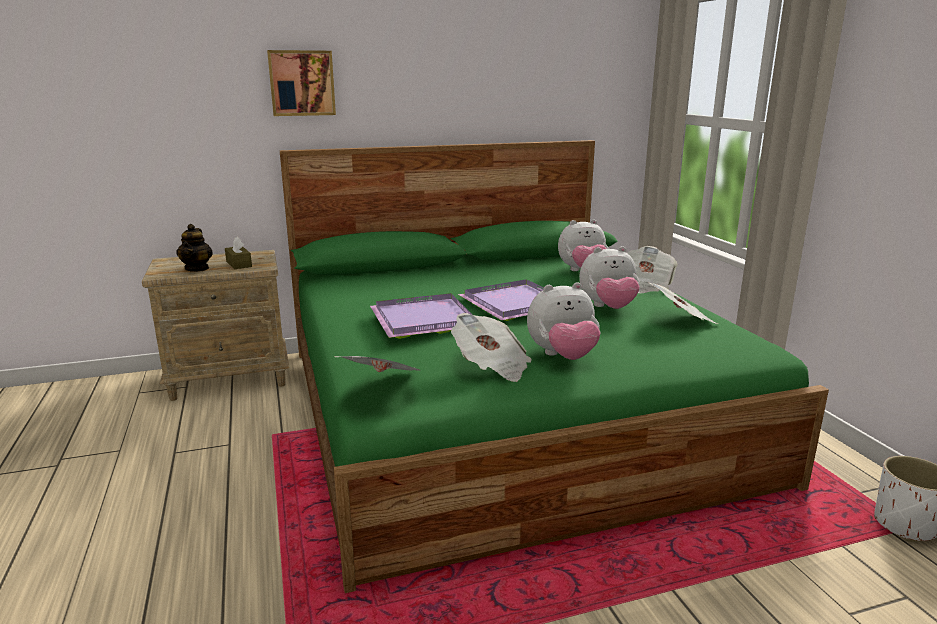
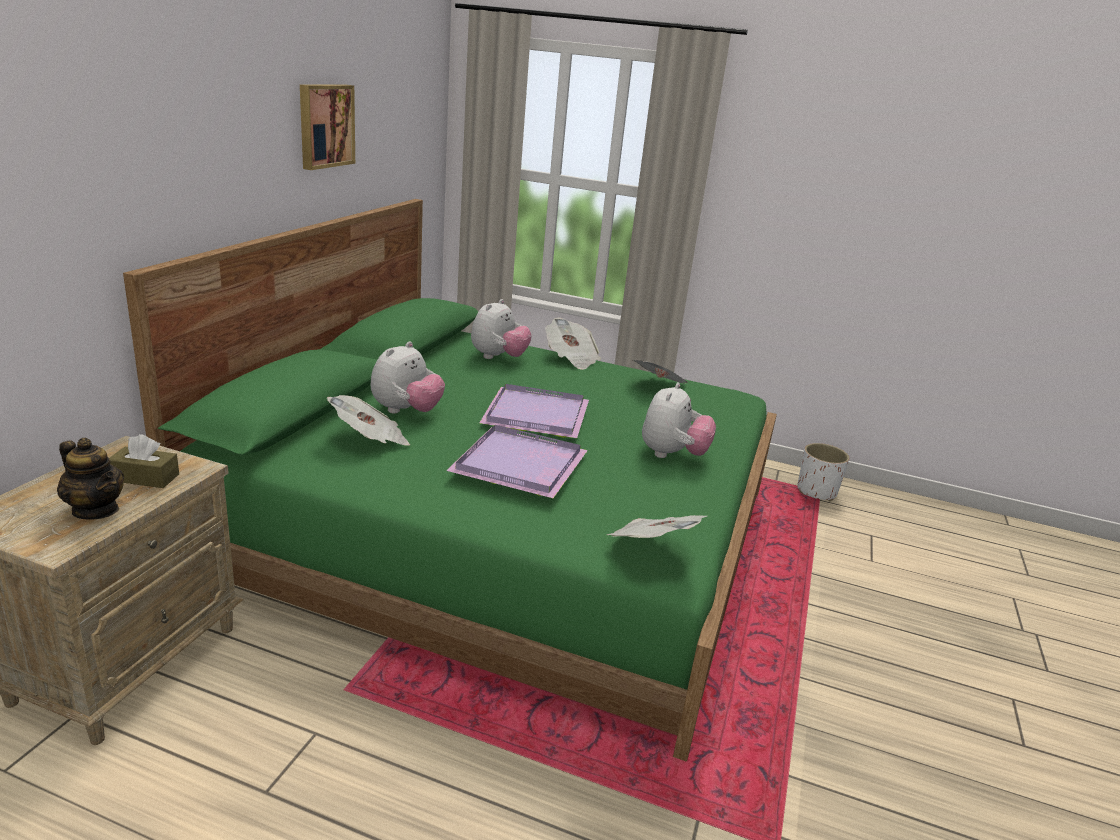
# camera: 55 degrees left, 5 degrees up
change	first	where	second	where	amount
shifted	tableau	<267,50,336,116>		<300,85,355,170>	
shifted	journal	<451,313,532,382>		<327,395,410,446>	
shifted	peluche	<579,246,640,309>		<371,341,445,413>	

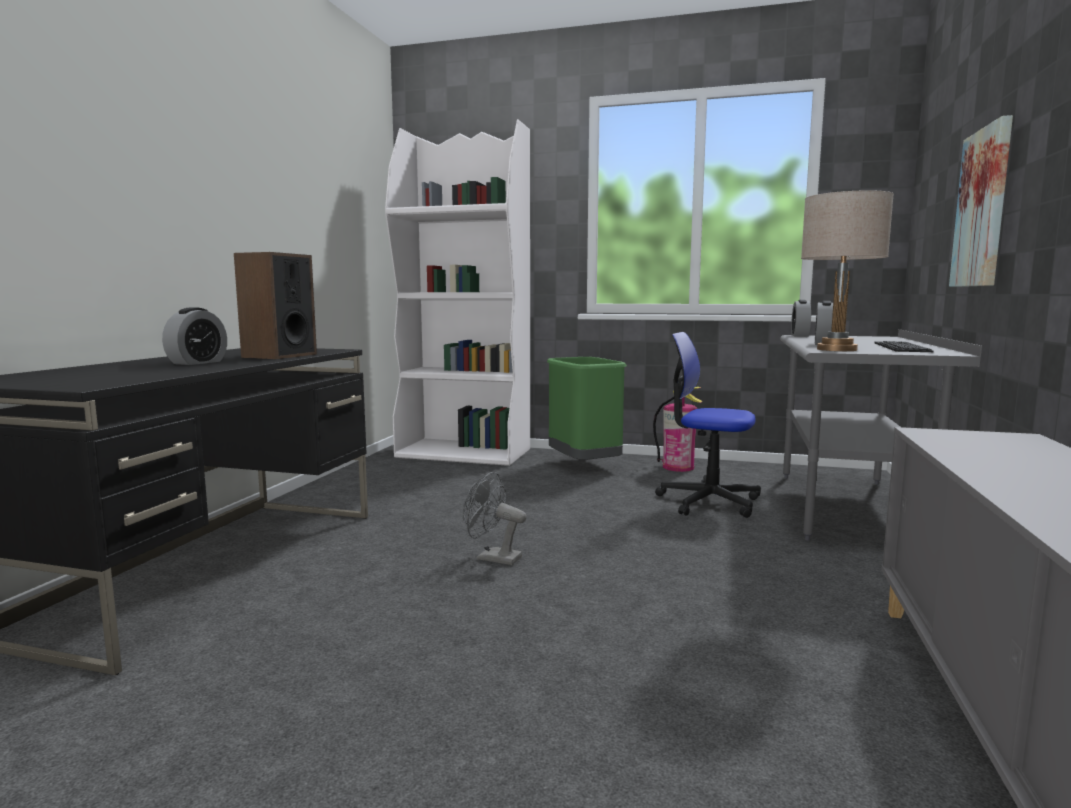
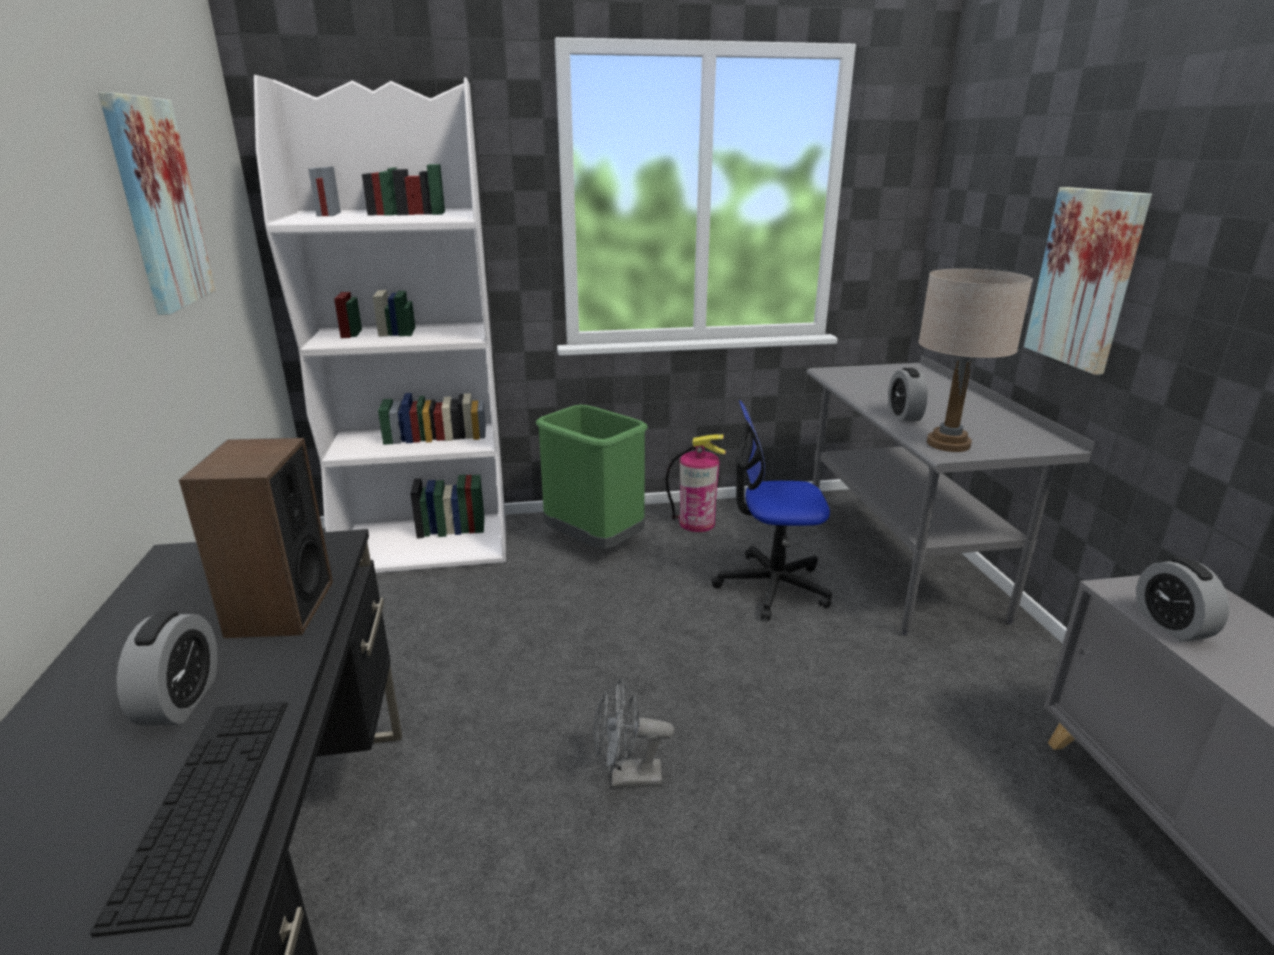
# camera: 25 degrees left, 15 degrees up
change	first	where	second	where	amount
shifted	clavier	<874,341,934,352>		<90,701,288,938>	
new			tableau	<98,92,216,315>	
shifted	réveil	<791,300,811,337>		<1136,557,1229,641>	

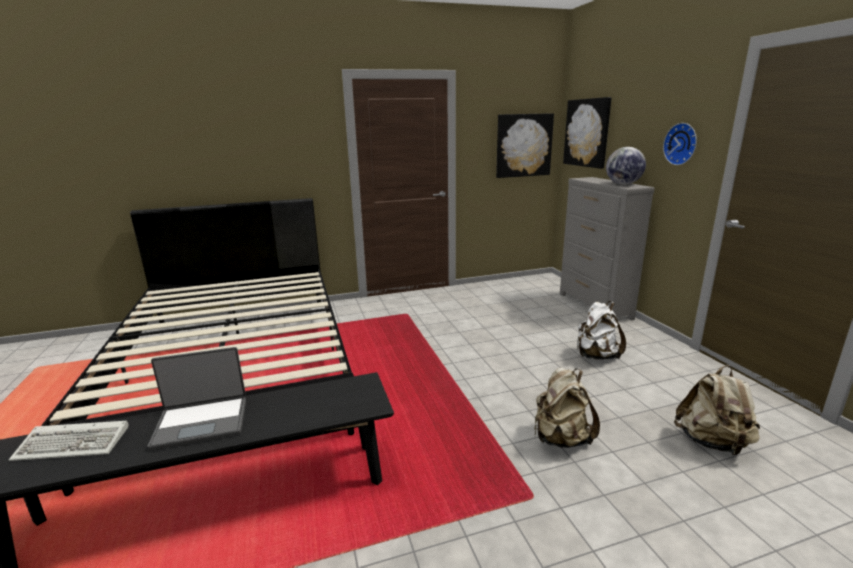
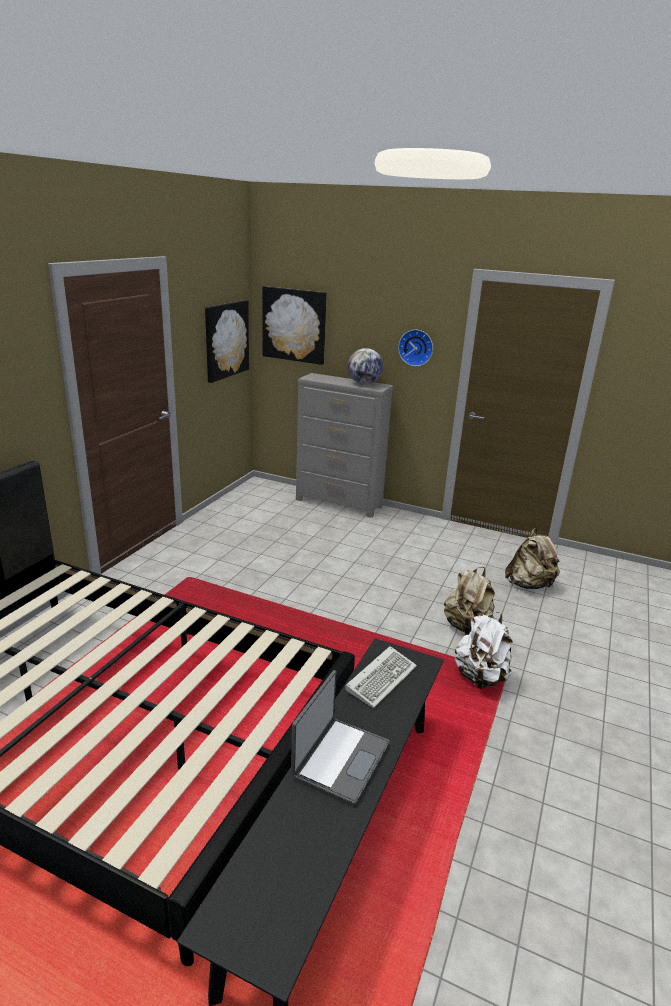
# camera: 50 degrees left, 5 degrees up
change	first	where	second	where	amount
shifted	clavier	<9,421,129,461>		<345,646,417,708>	
shifted	sac à dos (blanc)	<576,301,626,360>		<455,612,512,689>	

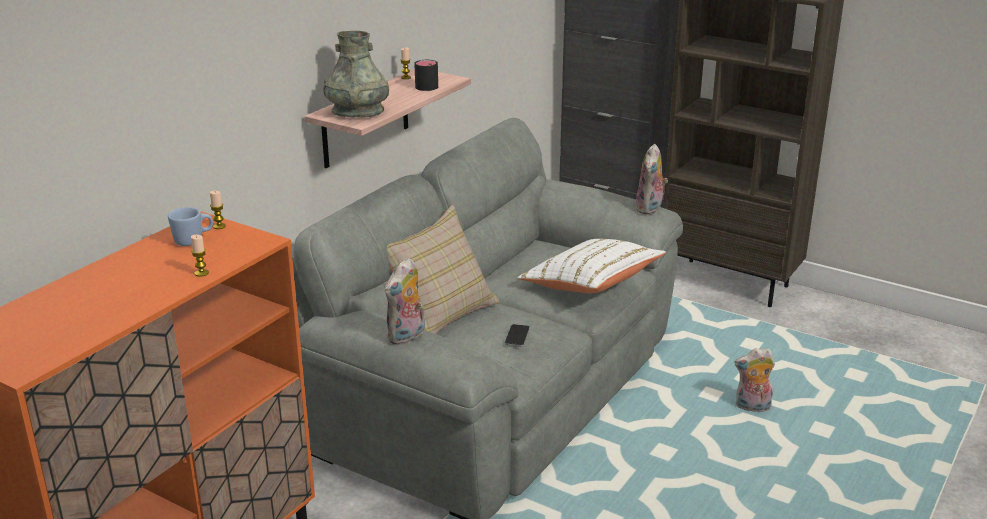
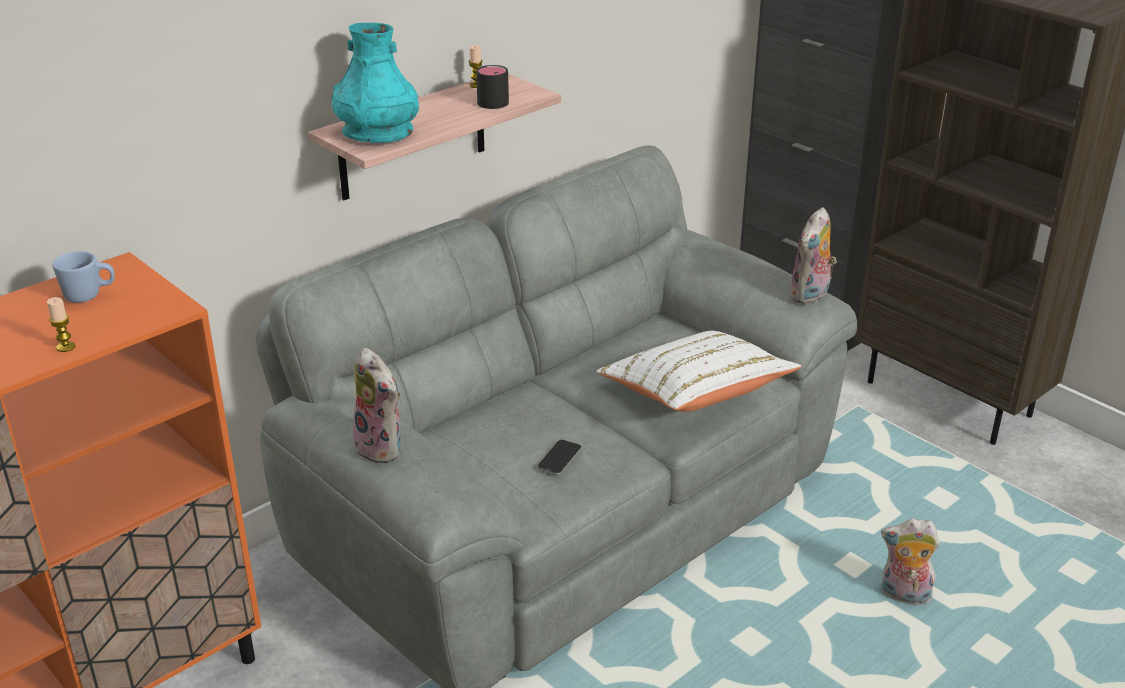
# camera: 15 degrees right, 5 degrees up
change	first	where	second	where	amount
repainted	vase (gris)	<323,31,389,118>	vase (turquoise)	<332,23,419,143>	
rotated	peluche	<384,258,425,345>		<349,348,402,464>	90 degrees counterclockwise
gone	bougie	<210,191,226,229>			
gone	coussin (beige)	<387,205,500,334>			

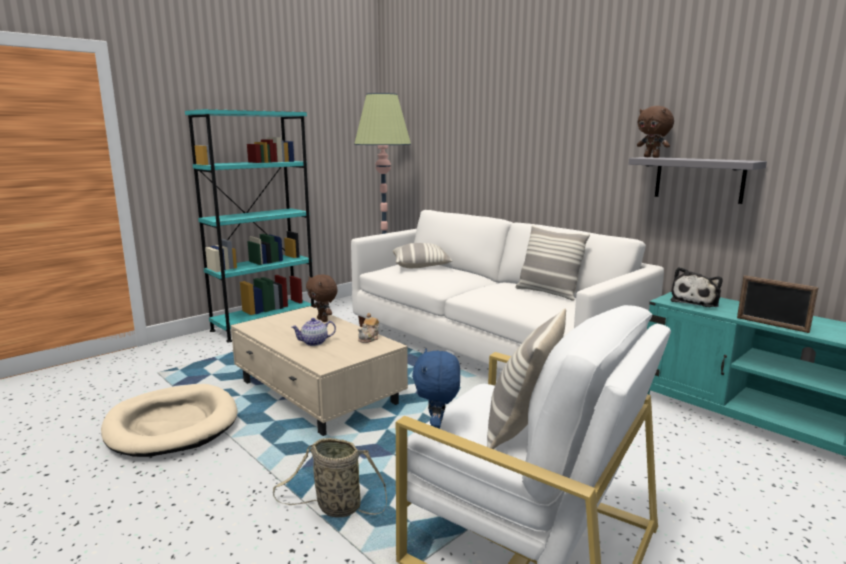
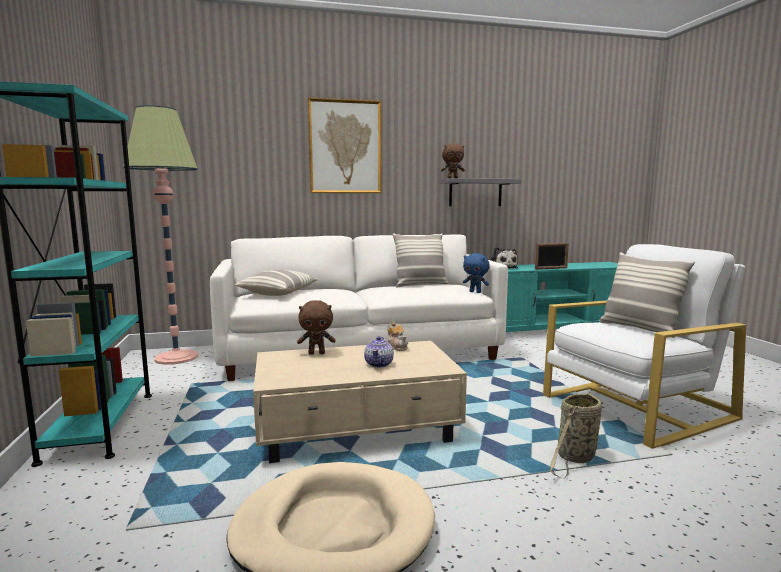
# camera: 60 degrees left, 5 degrees down
change	first	where	second	where	amount
new			tableau	<308,97,382,193>	
shifted	peluche (bleu)	<412,349,460,429>		<463,253,490,293>	

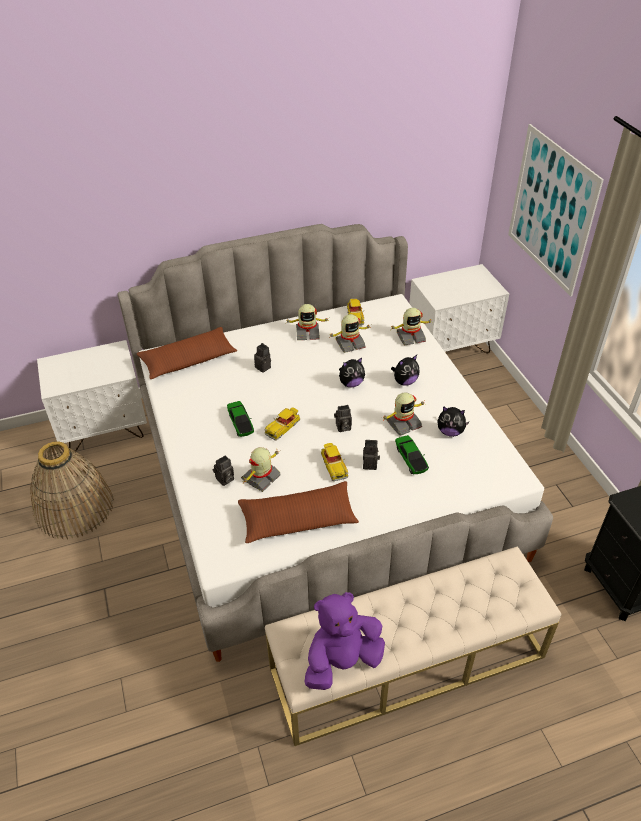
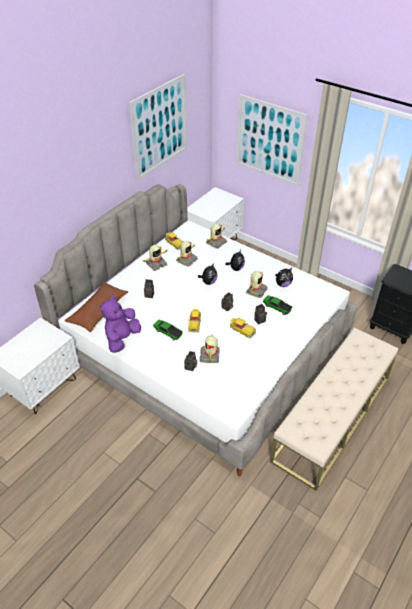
# camera: 35 degrees left, 0 degrees up
change	first	where	second	where	amount
shifted	peluche (violet)	<305,592,385,690>		<100,296,141,353>	
new			tableau	<129,74,187,181>	
gone	panier	<30,441,114,539>			
gone	coussin (marron)	<238,481,359,543>			

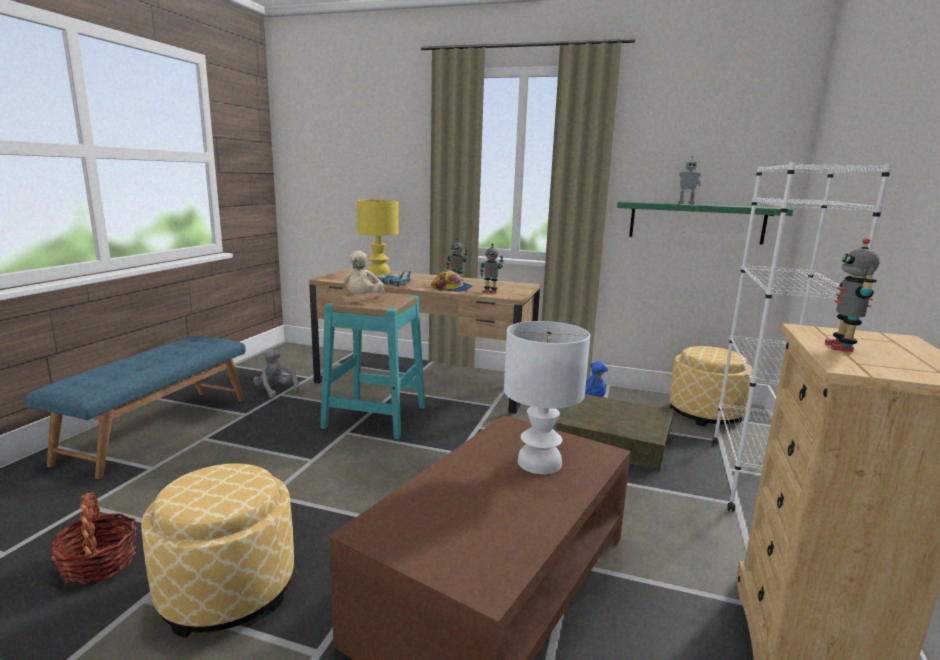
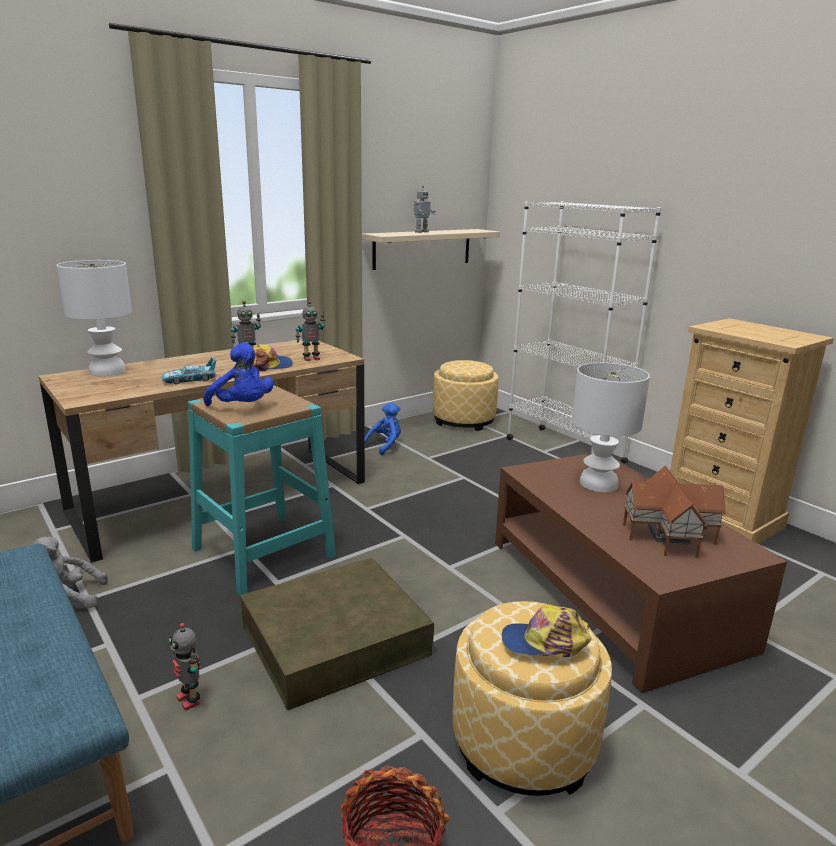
# camera: 55 degrees left, 5 degrees up
change	first	where	second	where	amount
repainted	lampe de table (jaune)	<357,200,399,274>	lampe de table (blanc)	<56,260,132,376>	
shifted	robot jouet	<825,238,880,352>		<169,623,201,711>	
repainted	peluche (beige)	<344,251,385,295>	peluche (bleu)	<203,343,273,406>	
shifted	boîte de rangement (marron)	<556,394,673,470>		<240,558,434,710>	
repainted	étagère (vert)	<617,201,793,245>	étagère (beige)	<362,229,500,270>	
new			casquette	<502,604,591,657>	
new			maison miniature	<623,466,727,558>	

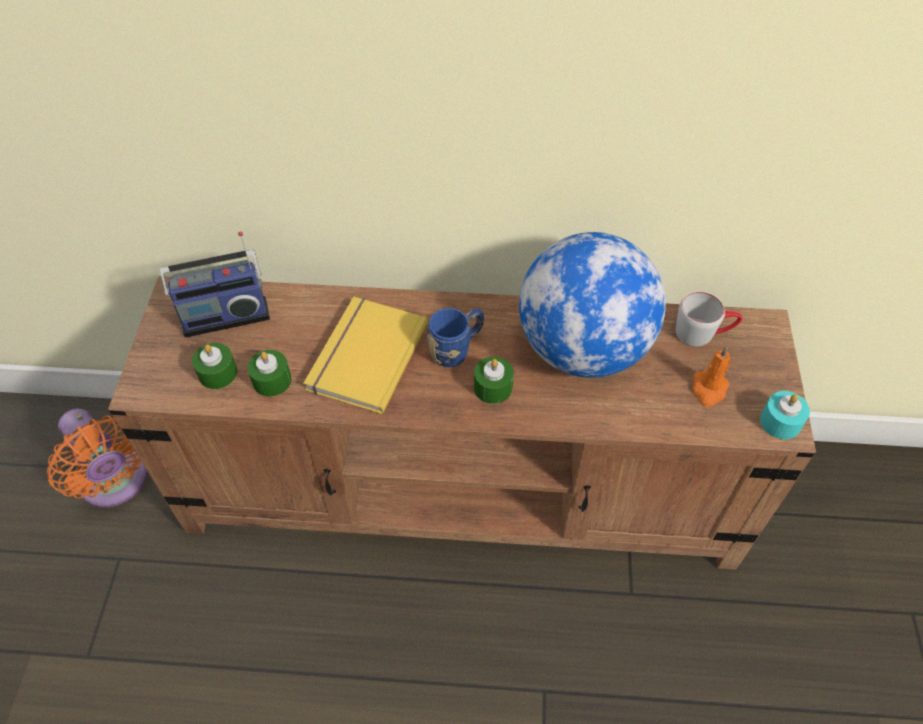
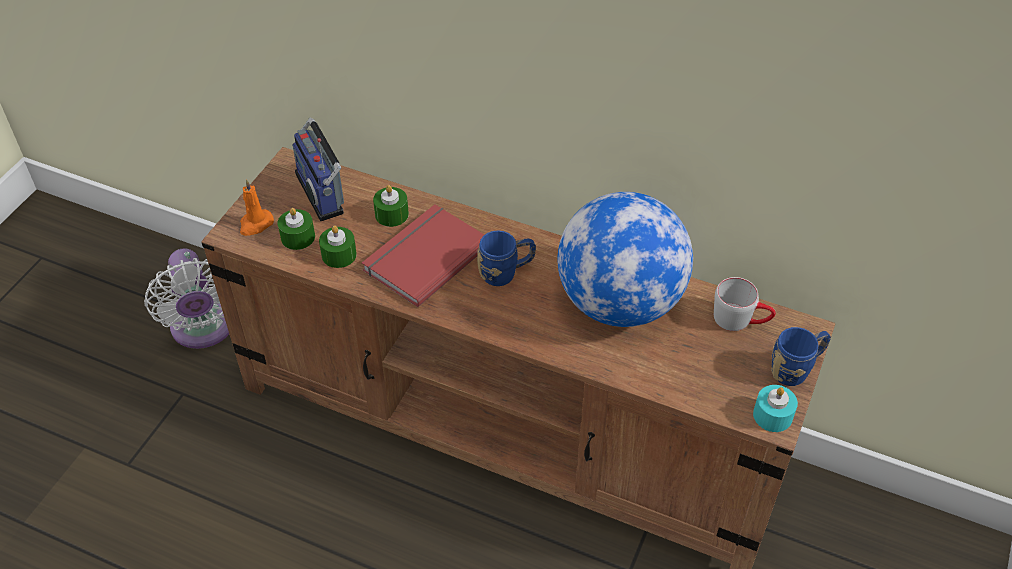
# camera: 20 degrees right, 5 degrees down
change	first	where	second	where	amount
repainted	ventilateur (orange)	<47,409,147,507>	ventilateur (blanc)	<144,248,229,349>	
shifted	bougie (orange)	<692,346,730,407>		<240,179,274,236>	
rotated	radio	<160,231,270,338>		<292,118,344,221>	60 degrees clockwise
repainted	livre (jaune)	<303,296,428,414>	livre (rouge)	<362,204,484,307>	
shifted	bougie (vert)	<474,357,514,404>		<373,185,409,227>	
new			mug (bleu)	<771,327,831,386>	

